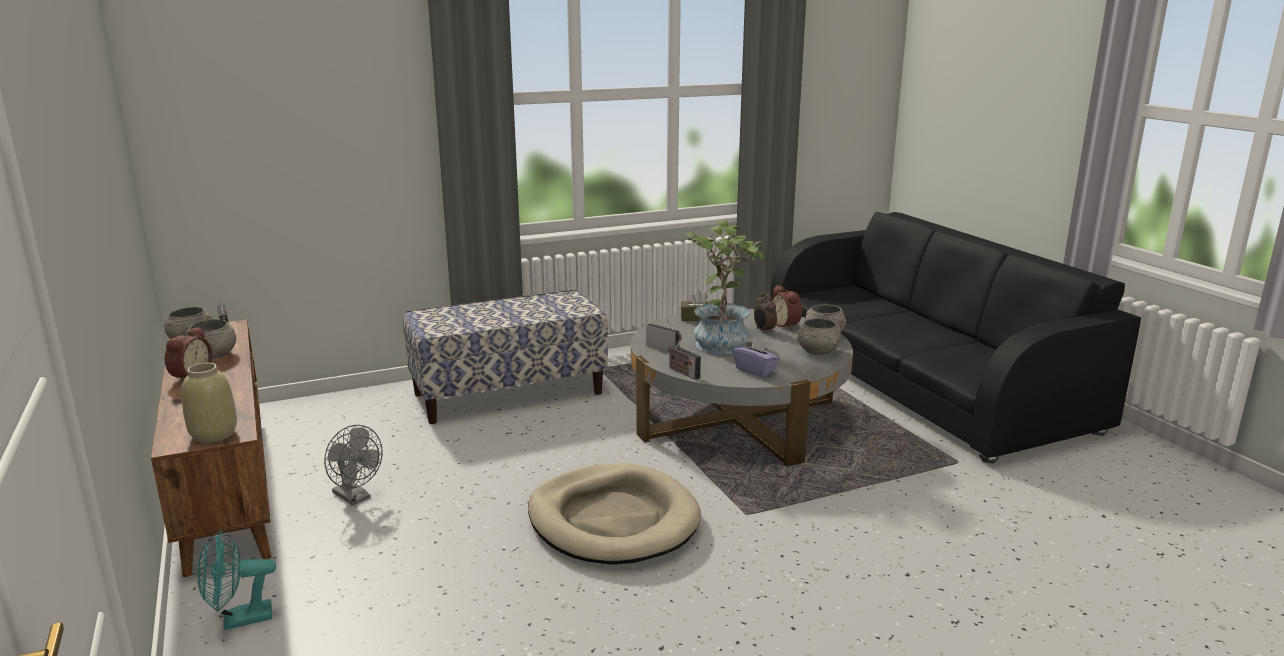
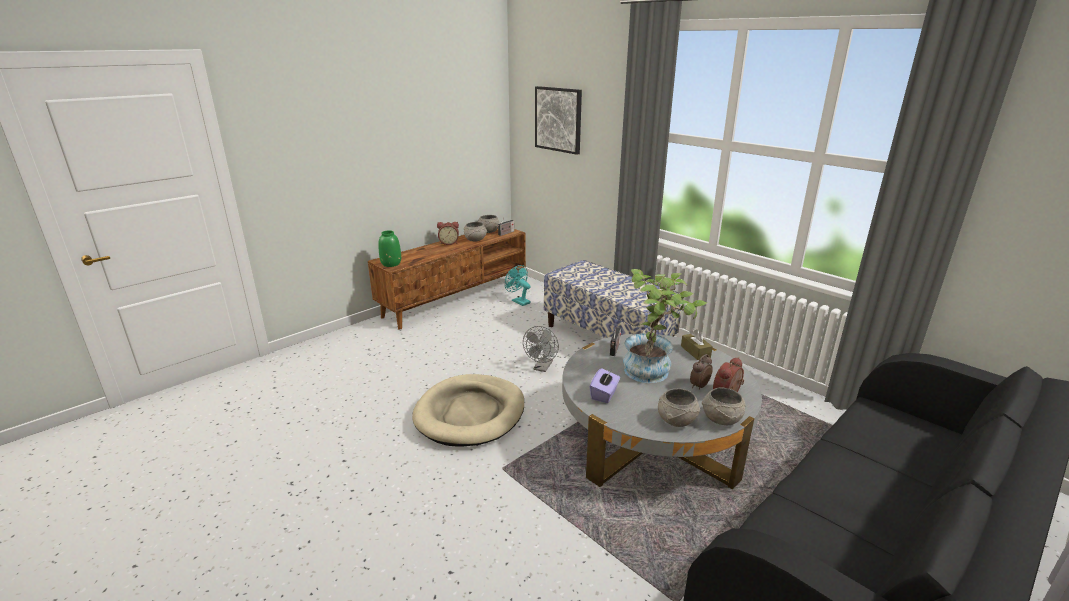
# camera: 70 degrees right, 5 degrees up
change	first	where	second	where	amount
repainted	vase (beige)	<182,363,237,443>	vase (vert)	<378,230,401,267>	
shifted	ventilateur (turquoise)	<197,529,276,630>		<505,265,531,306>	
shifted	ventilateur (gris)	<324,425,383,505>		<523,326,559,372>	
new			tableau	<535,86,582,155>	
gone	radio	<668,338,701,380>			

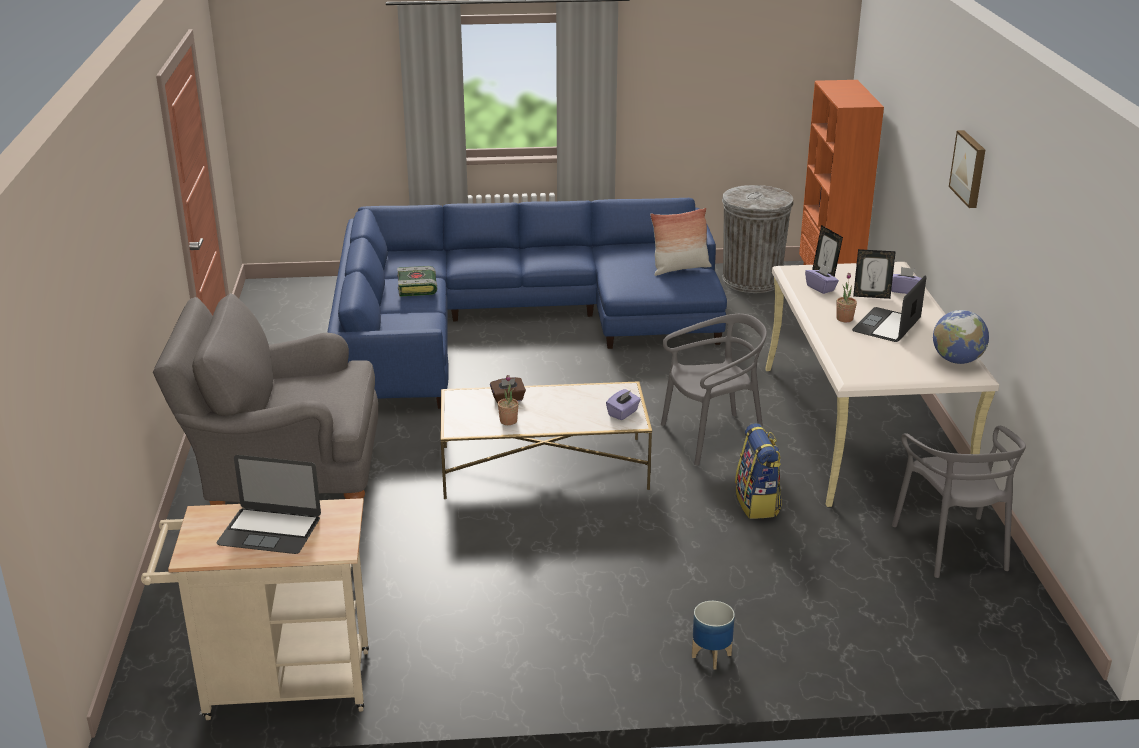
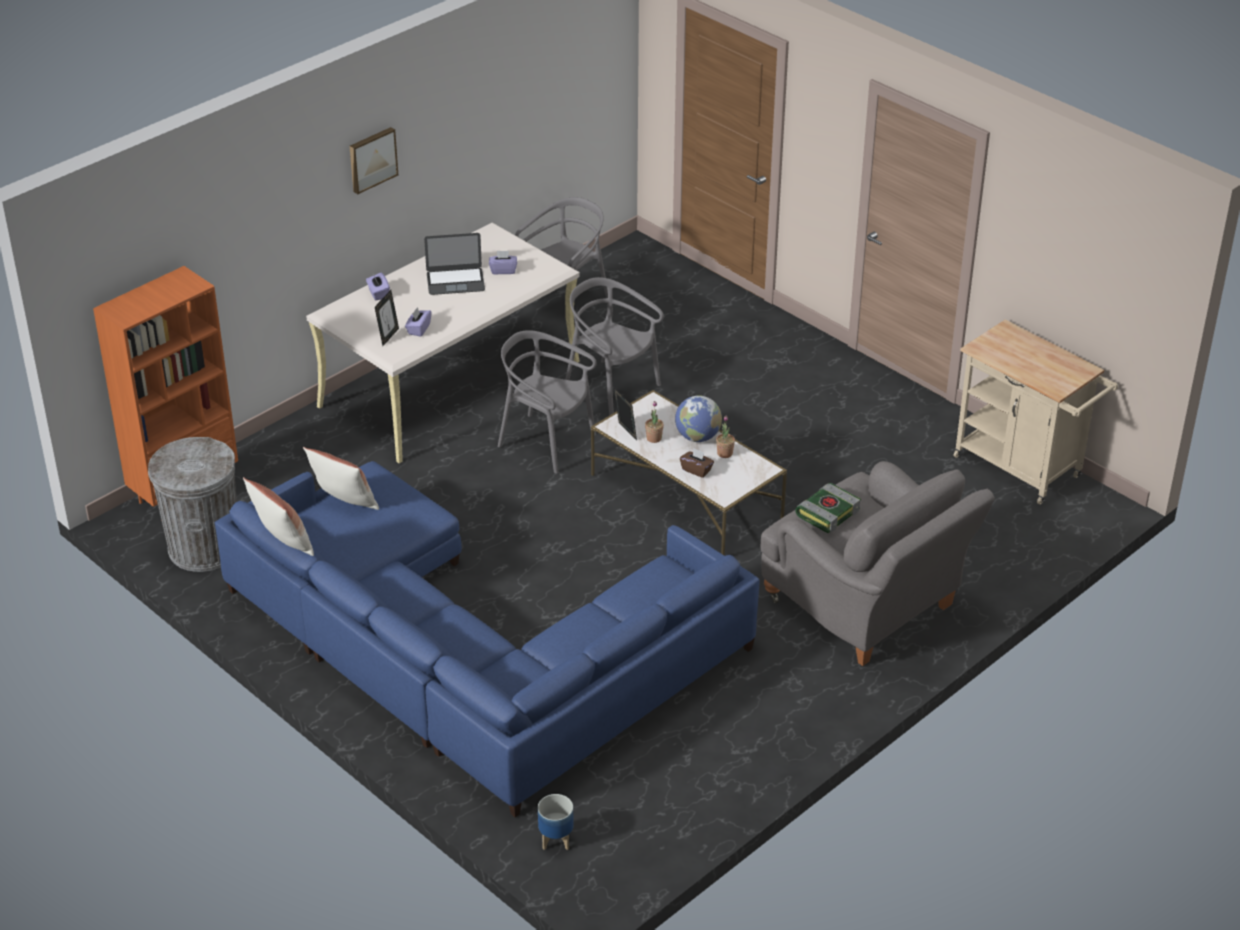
# camera: 130 degrees left, 10 degrees up
change	first	where	second	where	amount
new			coussin	<243,477,314,556>	
shifted	boîte à mouchoirs (violet)	<606,389,641,420>		<489,251,517,274>	
shifted	cache-pot	<692,601,735,669>		<538,794,574,850>	
swapped	sac à dos	<735,423,782,519>	chaise (gris)	<565,277,664,416>	
shifted	cadre photo	<853,249,896,299>		<614,388,637,440>	
shifted	plante en pot	<836,272,857,322>		<645,401,664,443>	
shifted	globe	<933,310,989,364>		<675,395,722,442>	
shifted	livre	<397,266,437,297>		<795,483,861,533>	
gone	ordinateur portable	<217,455,321,554>			

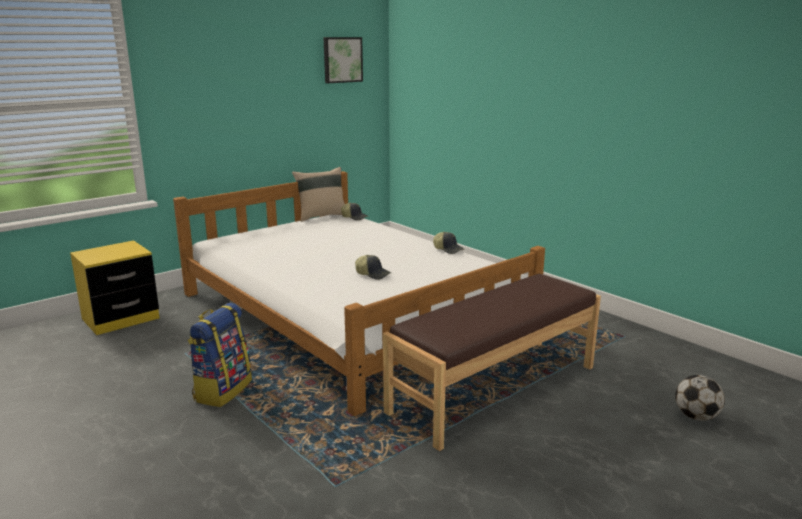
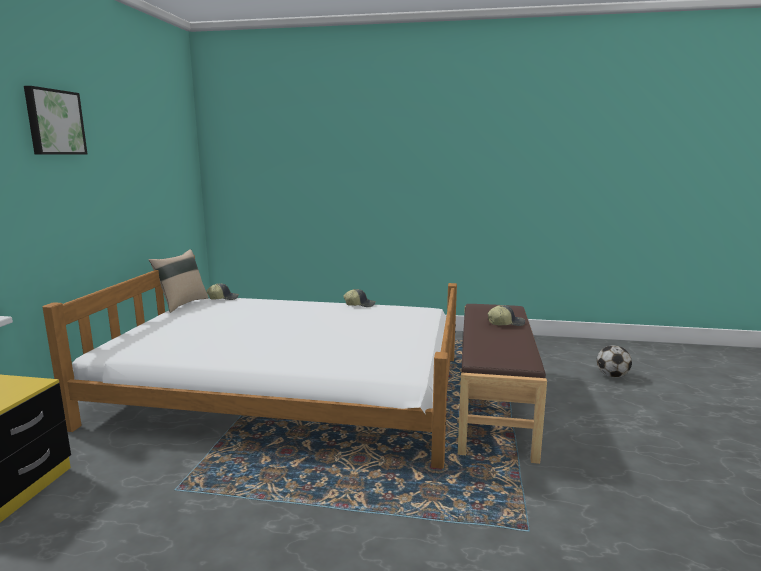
# camera: 40 degrees left, 5 degrees down
change	first	where	second	where	amount
shifted	tableau	<323,37,363,83>		<24,86,87,155>	
shifted	casquette	<355,255,391,280>		<487,305,525,326>	
gone	sac à dos	<188,303,252,407>			

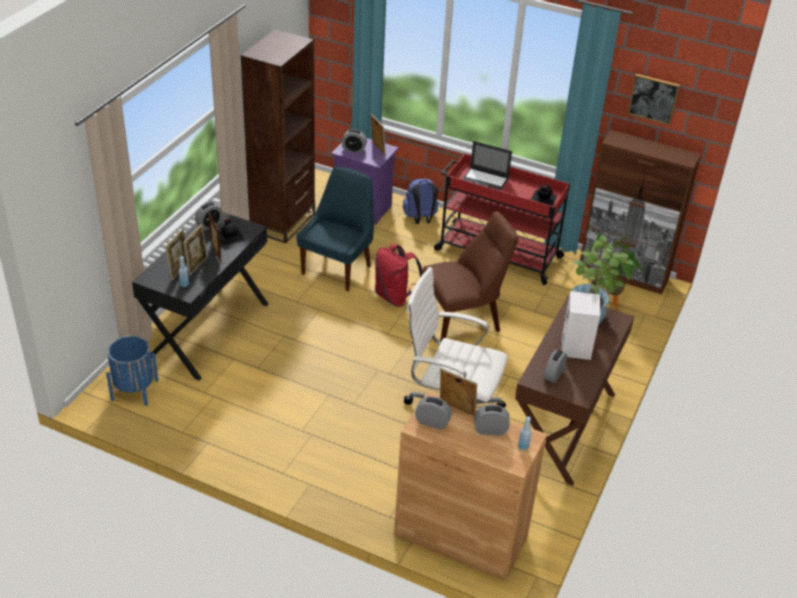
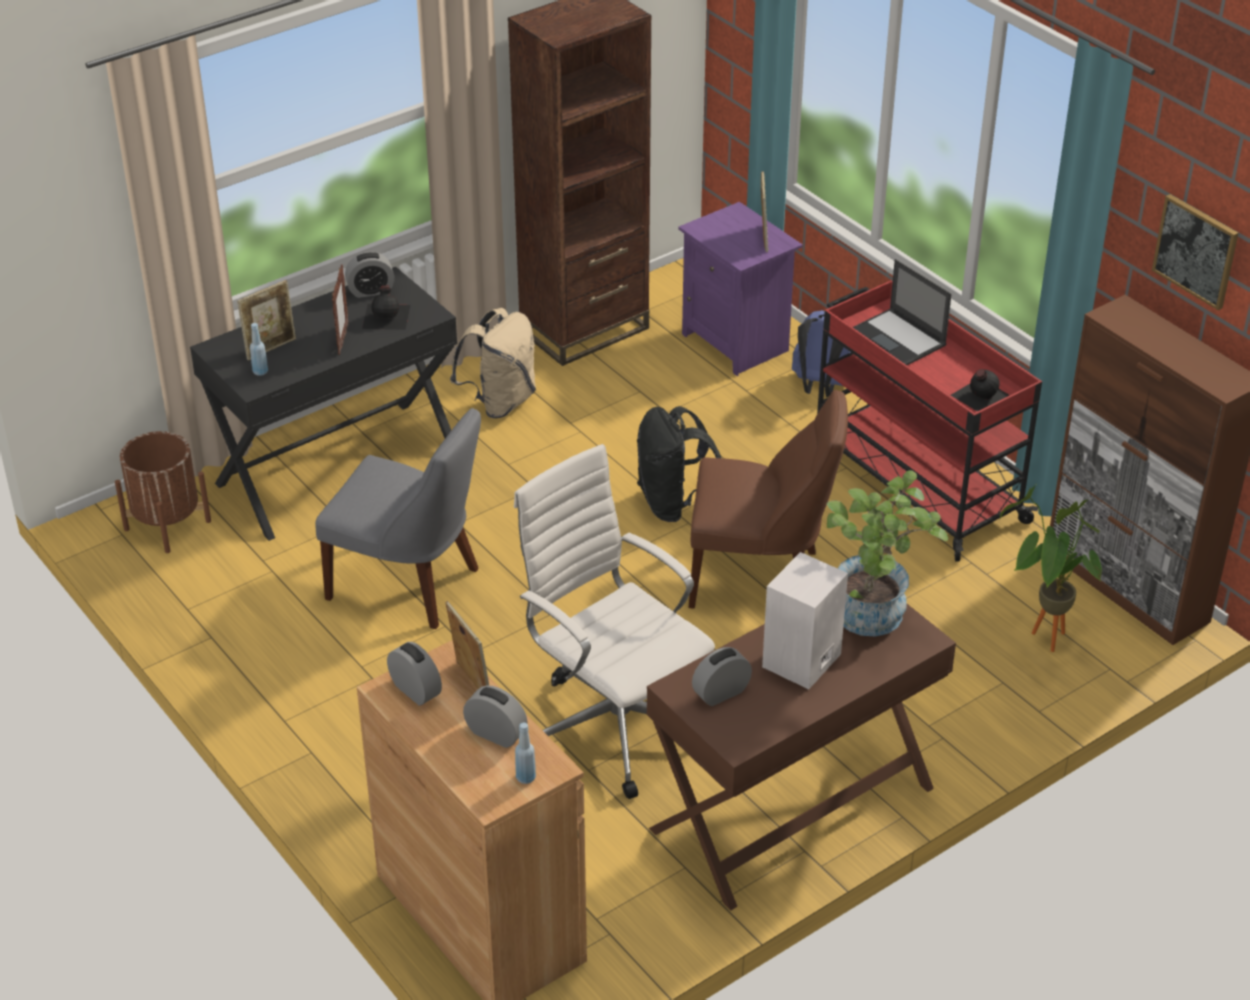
# camera: 30 degrees right, 0 degrees up
change	first	where	second	where	amount
repainted	cache-pot (bleu)	<106,335,158,406>	cache-pot (marron)	<115,431,211,553>	
new			chaise (gris)	<315,408,481,629>	
new			sac à dos (beige)	<450,308,536,419>	
repainted	sac à dos (rouge)	<375,244,423,307>	sac à dos (noir)	<637,406,721,522>	
gone	cadre photo	<183,224,208,276>			
gone	chaise (bleu)	<296,166,374,291>			
gone	réveil	<342,129,367,153>			

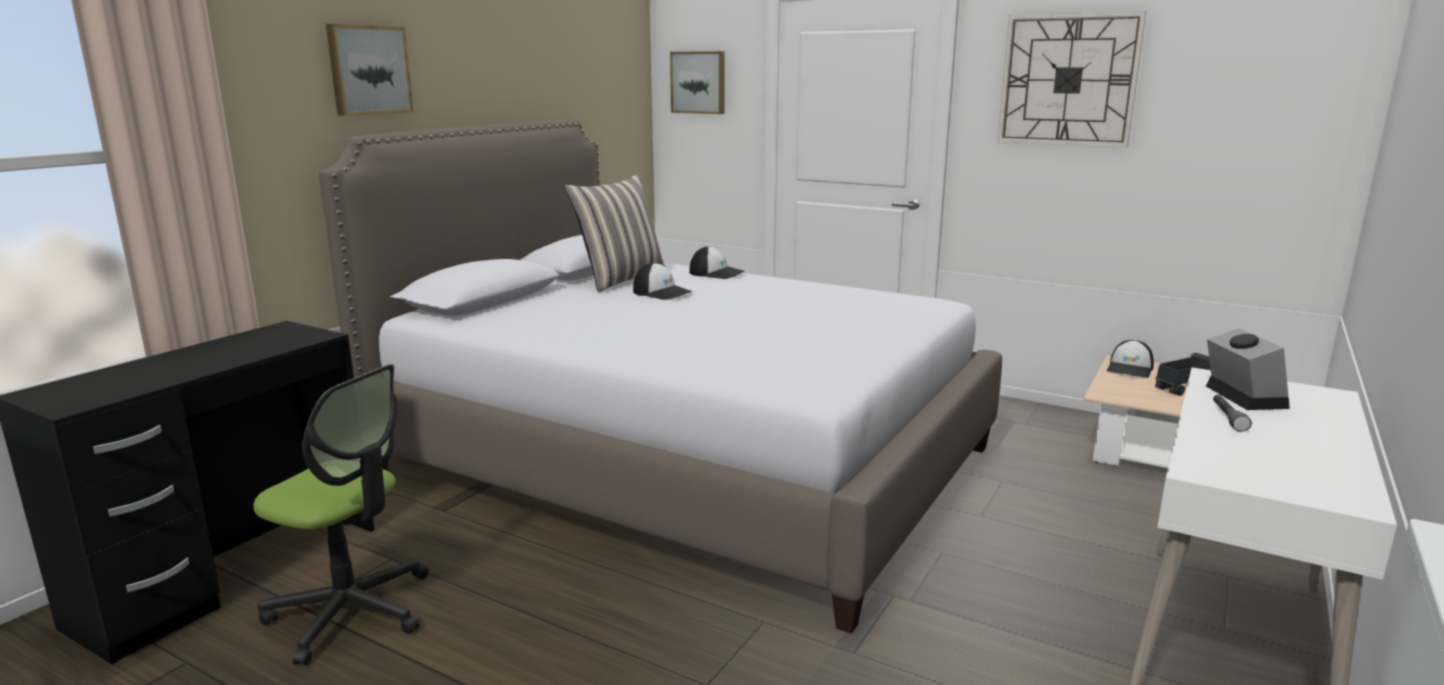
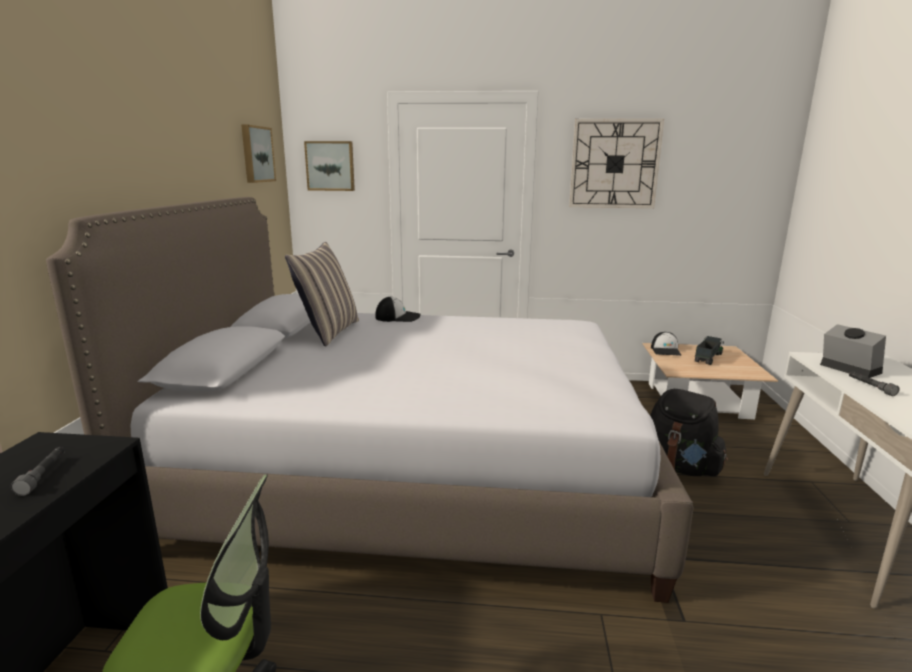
# camera: 25 degrees left, 0 degrees up
change	first	where	second	where	amount
new			lampe de poche (gris)	<11,447,65,496>	
shifted	tableau	<326,24,414,116>		<241,124,276,183>	
new			sac à dos (noir)	<650,389,728,476>	
gone	casquette	<633,263,693,300>			

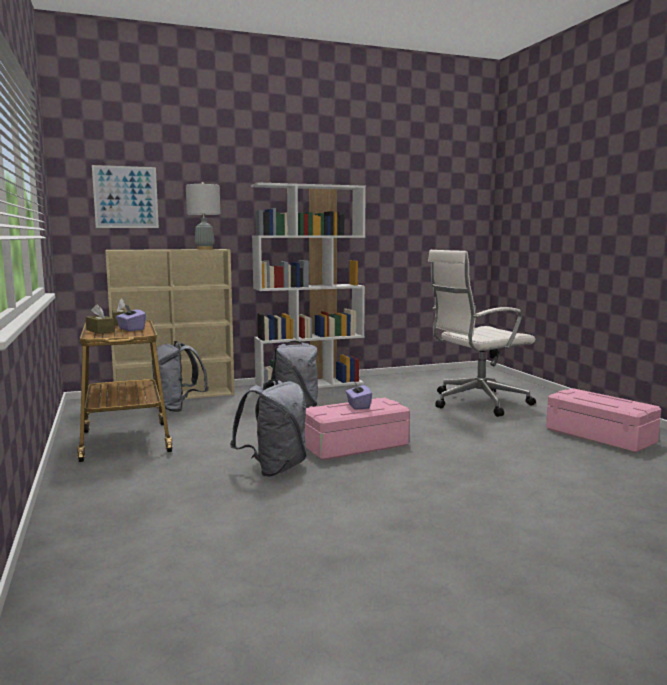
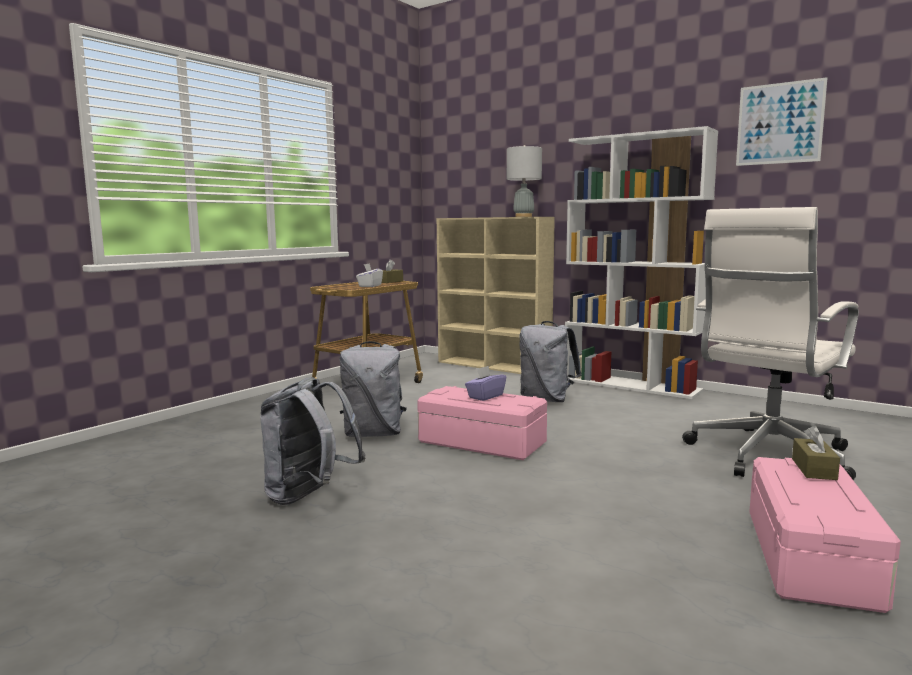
# camera: 55 degrees right, 0 degrees up
change	first	where	second	where	amount
shifted	sac à dos (gris)	<152,341,209,412>		<260,377,366,505>	
repainted	boîte à mouchoirs (violet)	<116,305,146,331>	boîte à mouchoirs (blanc)	<356,263,383,287>	
rotated	chaise de bureau (blanc)	<428,250,536,417>		<682,207,859,480>	75 degrees counterclockwise
shifted	tableau	<92,165,159,228>		<736,77,827,166>	
shifted	boîte à mouchoirs (marron)	<86,304,115,334>		<792,425,840,480>	

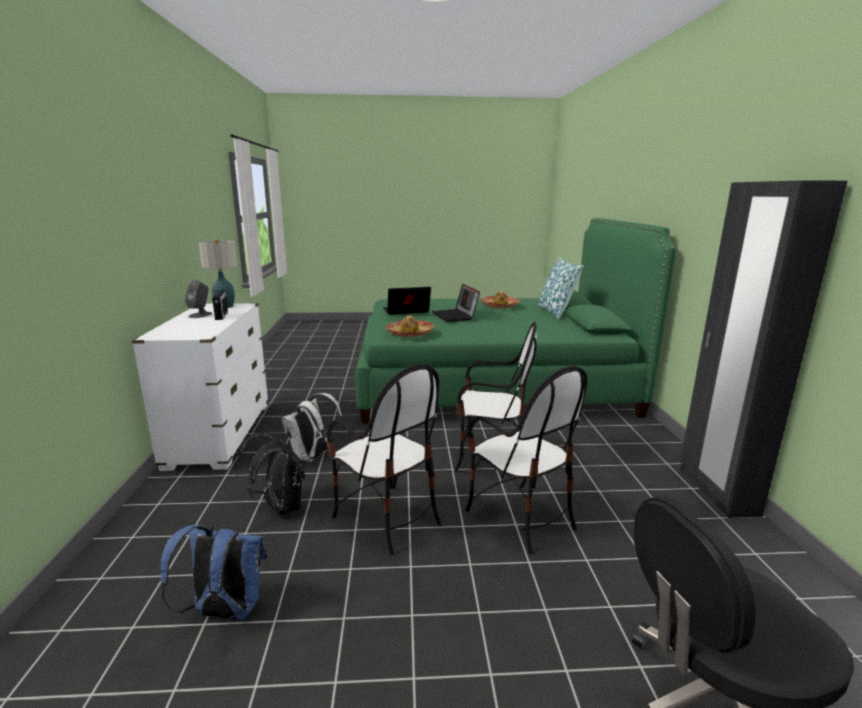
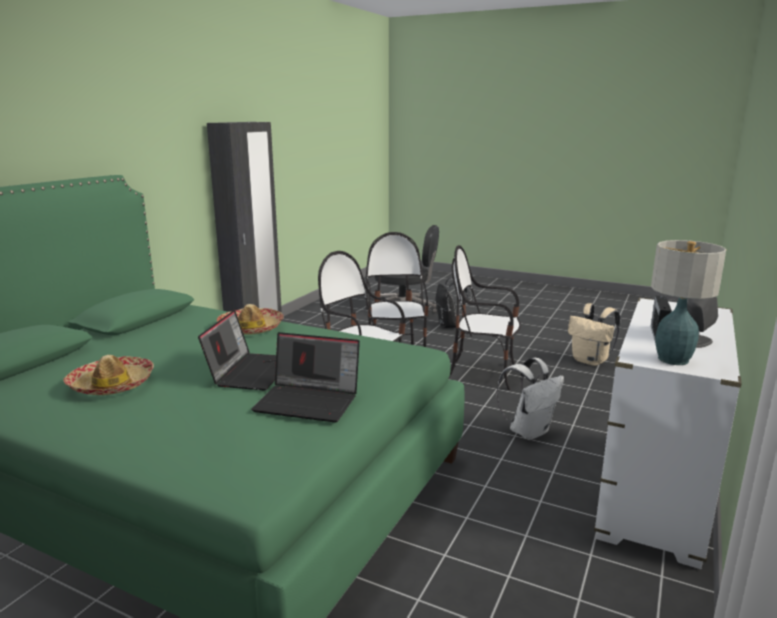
# camera: 150 degrees left, 0 degrees up
change	first	where	second	where	amount
shifted	chapeau	<386,315,434,337>		<217,304,284,335>	
shifted	sac à dos (noir)	<236,433,305,516>		<435,277,474,328>	
rotated	chaise	<327,364,442,555>		<449,245,521,390>	60 degrees counterclockwise
repainted	sac à dos (bleu)	<161,523,268,620>	sac à dos (beige)	<568,303,620,366>	
gone	coussin	<537,258,584,319>			

